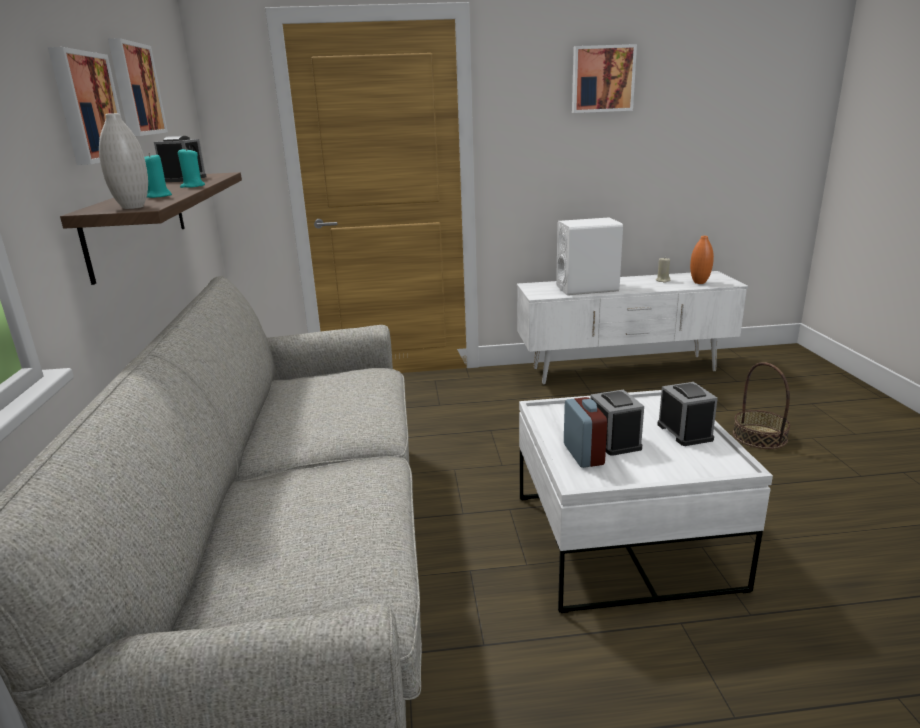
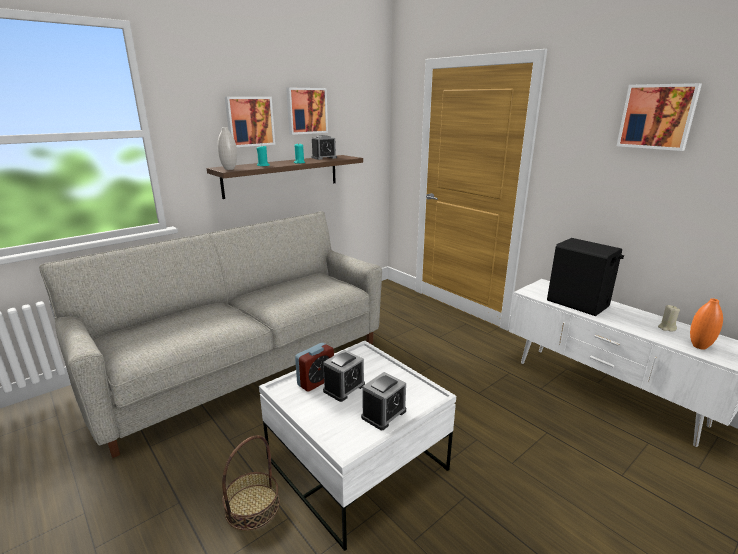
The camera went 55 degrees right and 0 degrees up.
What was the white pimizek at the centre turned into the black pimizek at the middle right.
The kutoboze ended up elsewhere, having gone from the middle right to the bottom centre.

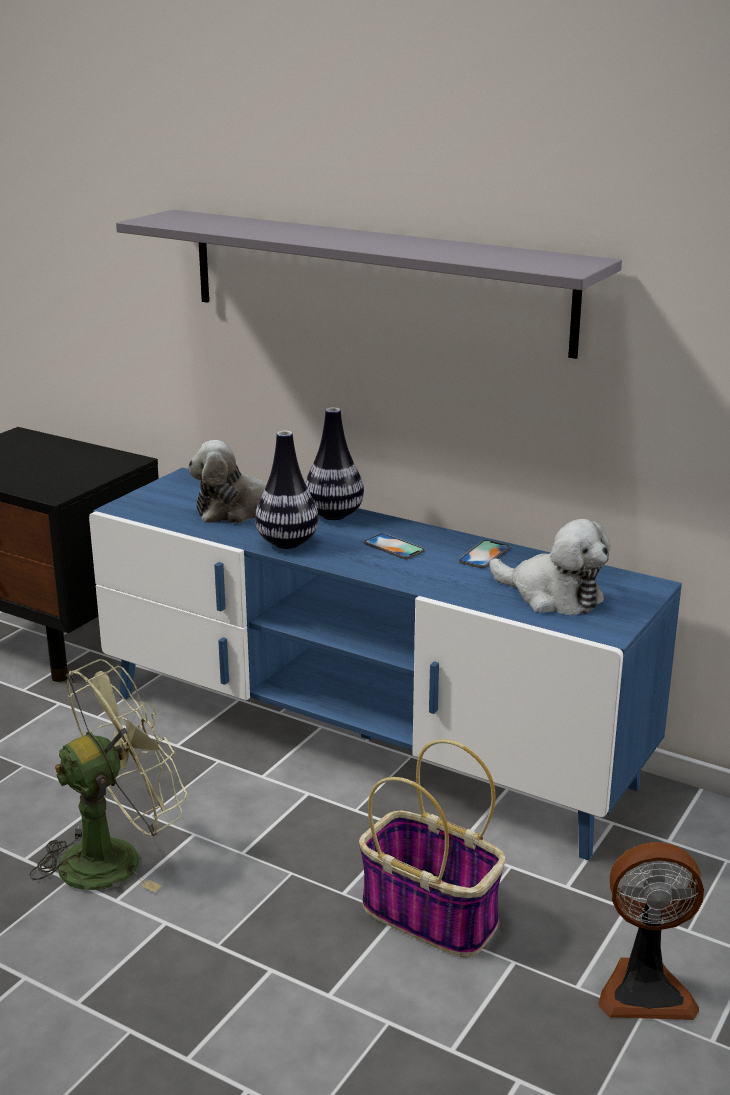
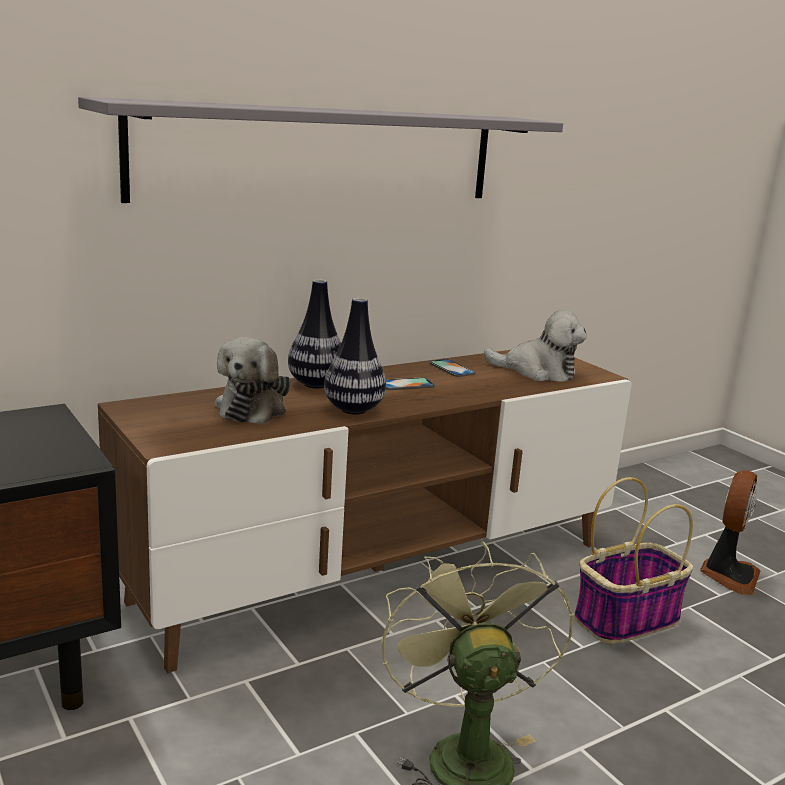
The camera went 65 degrees left and 5 degrees down.
What was the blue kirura at the centre turned into the brown kirura at the centre.
The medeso (no. 2 from left) at the middle right ended up facing another way, 45 degrees clockwise from before.

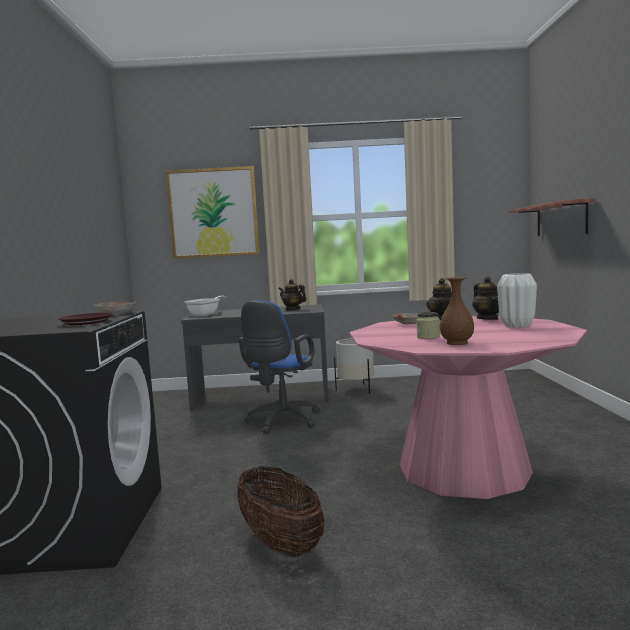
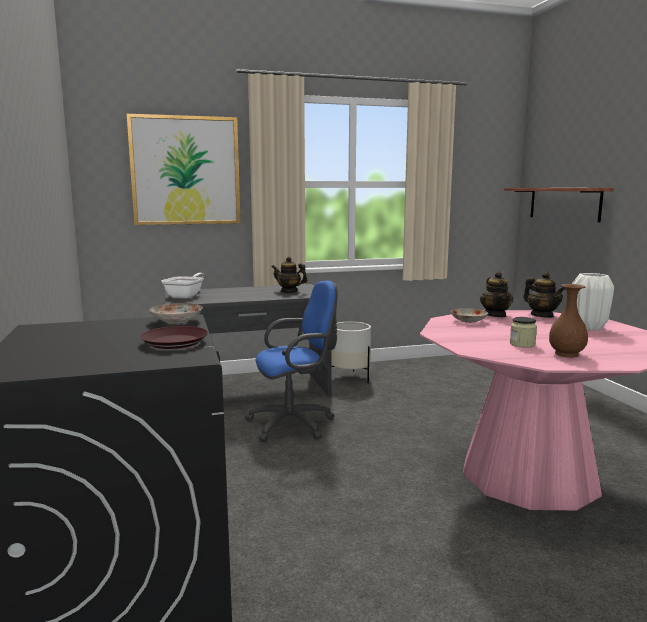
The camera went 15 degrees left and 5 degrees up.
The second view lost the kutoboze at the bottom centre.
The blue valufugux at the centre ended up facing another way, 120 degrees counterclockwise from before.

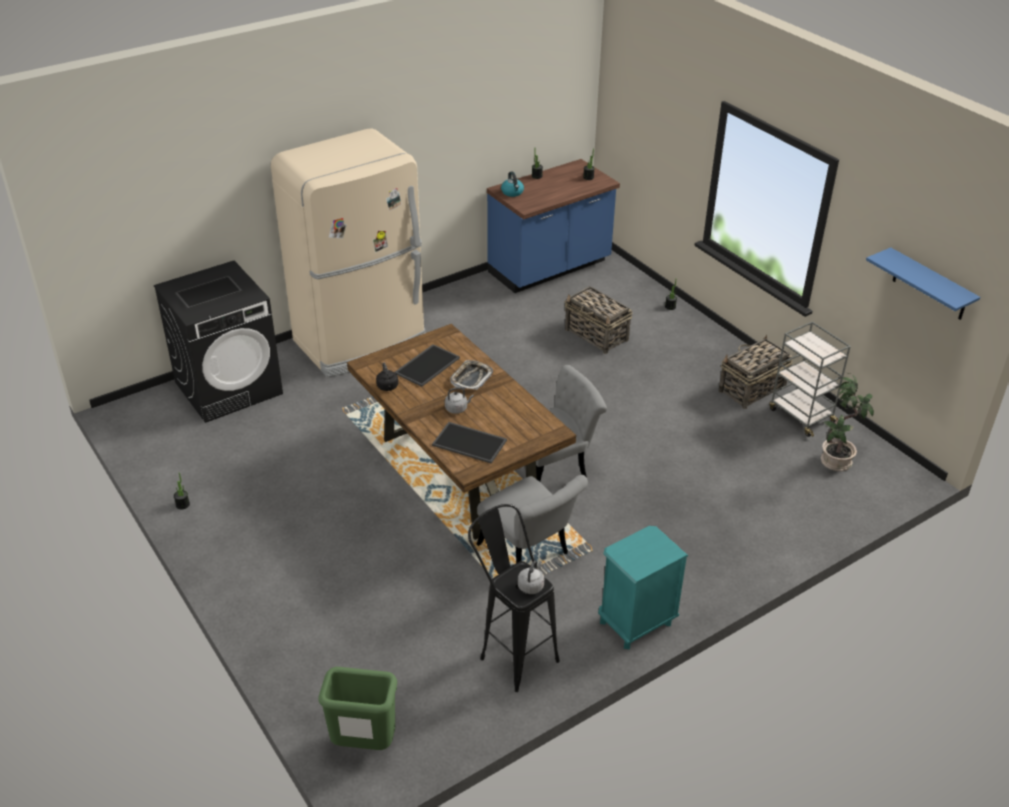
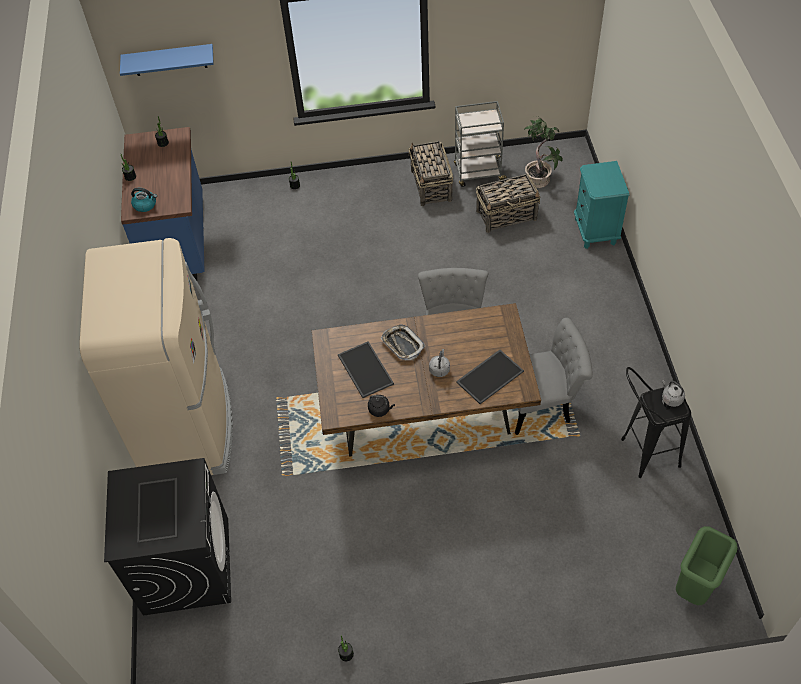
The camera went 60 degrees left and 15 degrees up.
The kutoboze (no. 1 from left in the first image) ended up elsewhere, having gone from the centre to the top centre.
The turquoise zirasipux ended up elsewhere, having gone from the bottom centre to the top right.
The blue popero ended up elsewhere, having gone from the middle right to the top left.

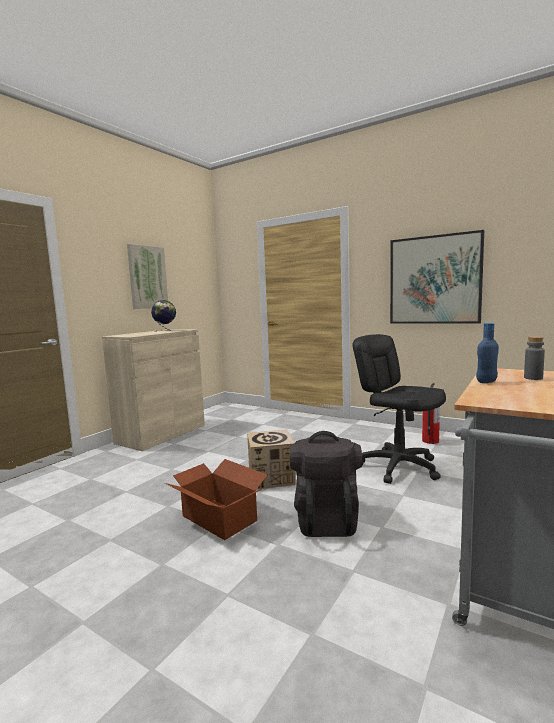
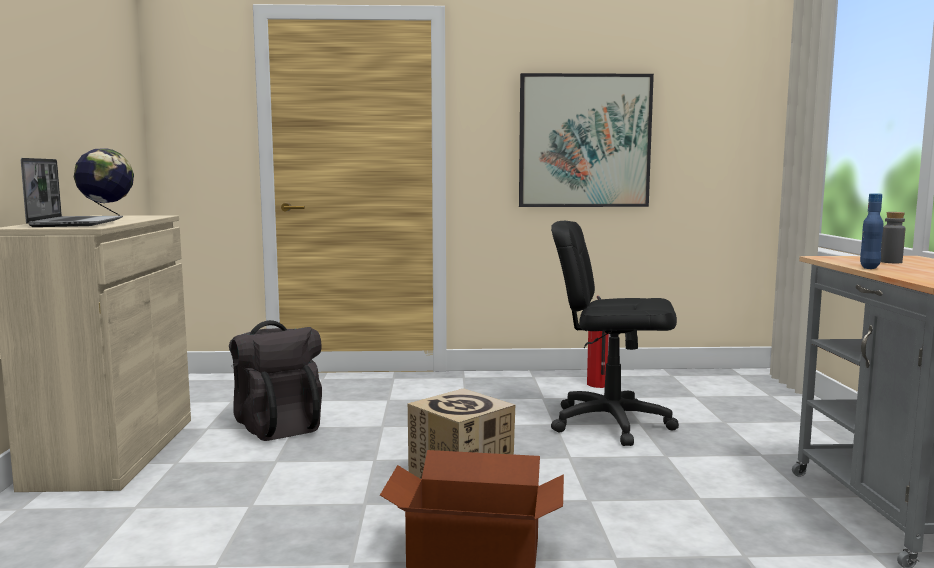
The camera went 35 degrees left and 0 degrees up.
The second view lost the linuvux (no. 1 from left) at the middle left.
The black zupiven ended up elsewhere, having gone from the bottom centre to the bottom left.
The second view gained the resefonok at the middle left.

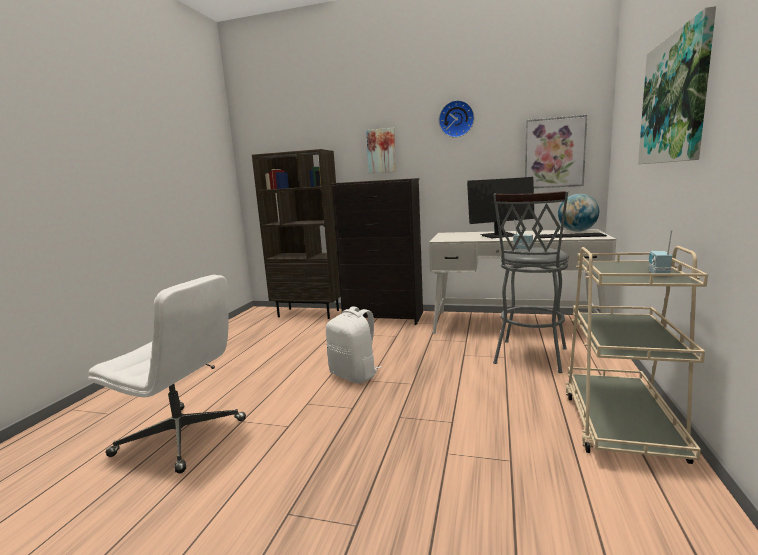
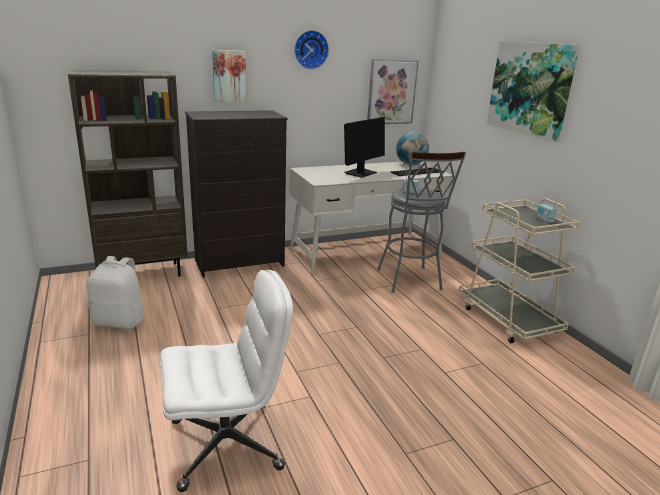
The camera went 40 degrees left and 10 degrees up.
The white zupiven ended up elsewhere, having gone from the centre to the middle left.

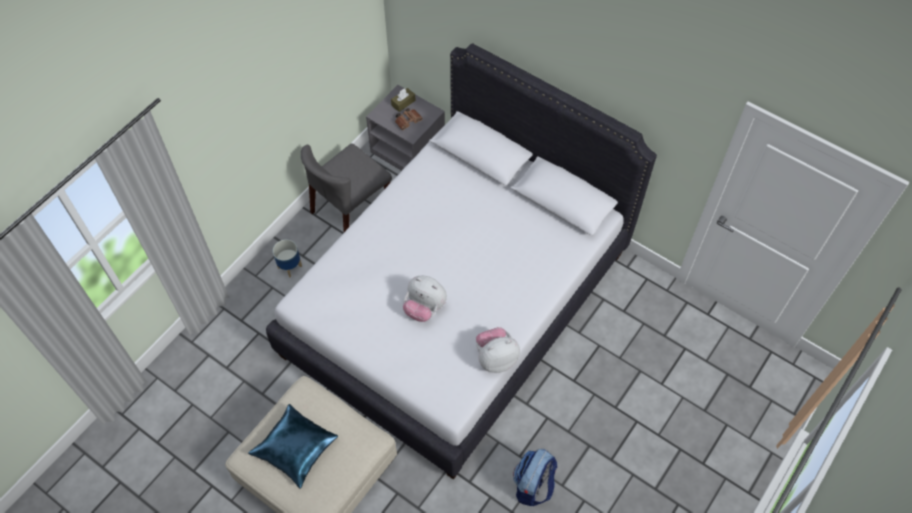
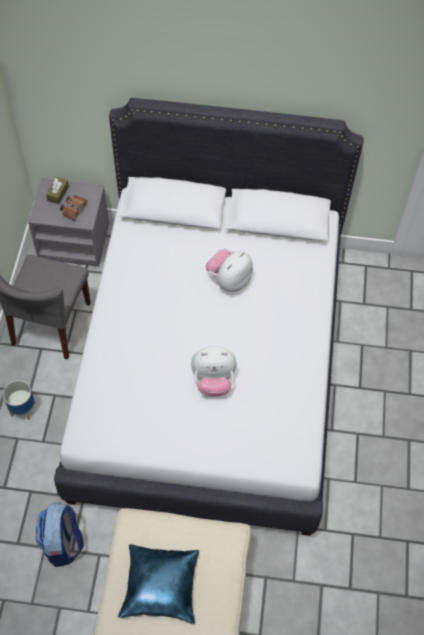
The camera went 30 degrees left and 0 degrees up.
The medeso (no. 2 from left) ended up elsewhere, having gone from the bottom centre to the centre.
The zupiven ended up elsewhere, having gone from the bottom centre to the bottom left.

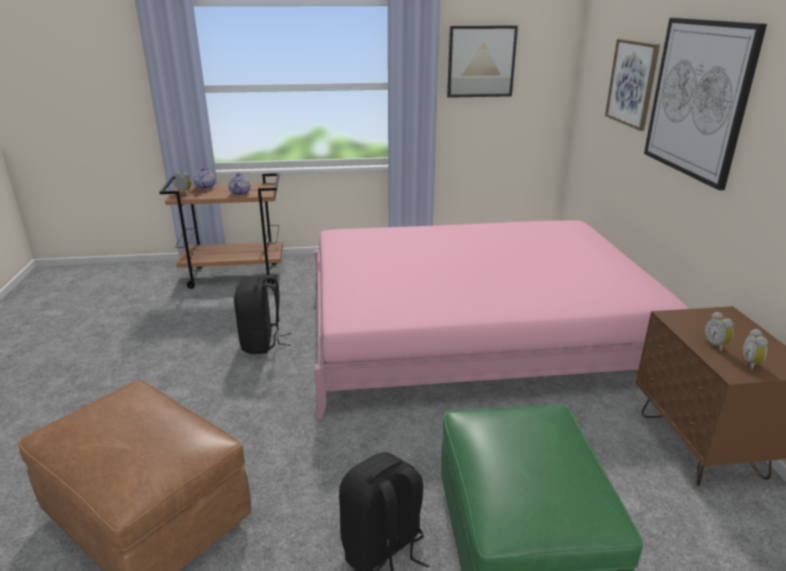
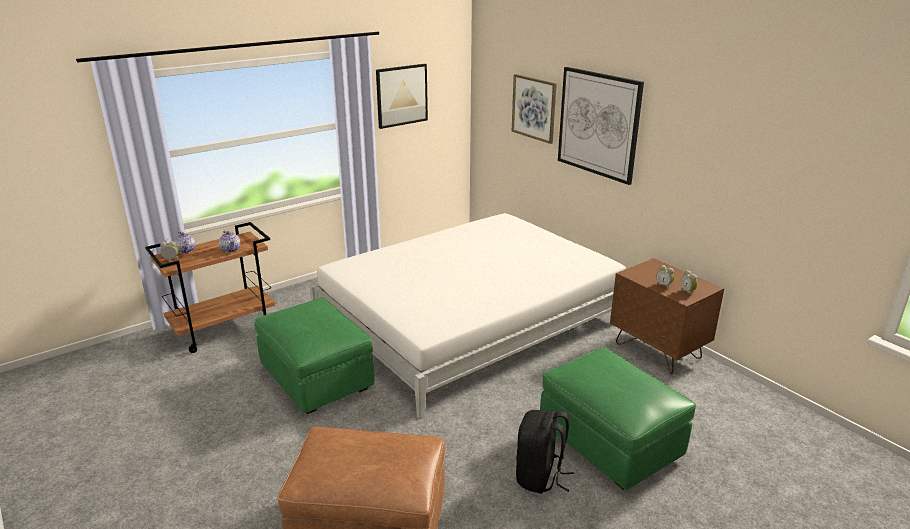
The camera went 30 degrees left and 0 degrees up.
Where the black zupiven (no. 1 from left) stood at the centre, the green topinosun (no. 1 from left) came to stand at the bottom centre.
What was the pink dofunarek at the centre turned into the white dofunarek at the centre.

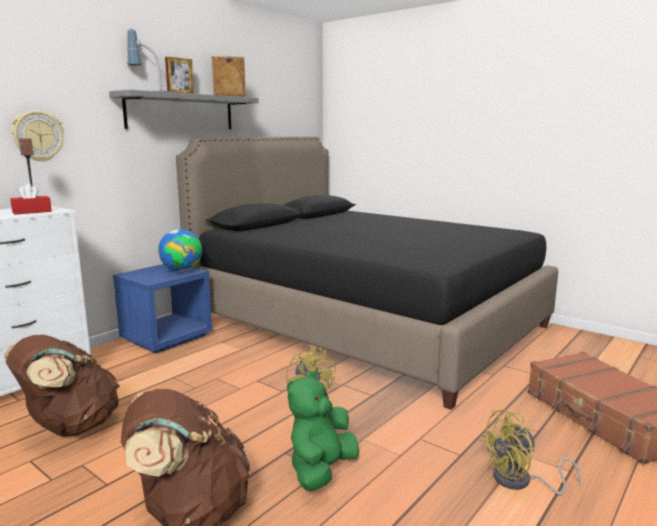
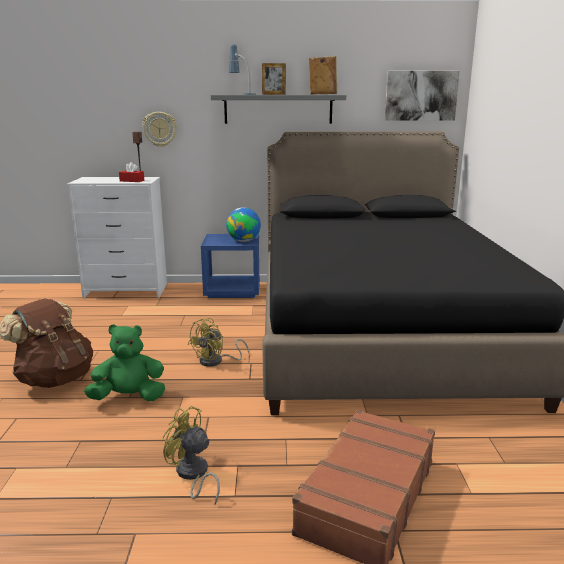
The camera went 50 degrees right and 5 degrees up.
The second view lost the brown zupiven (no. 1 from left) at the bottom left.
The second view gained the linuvux at the top right.

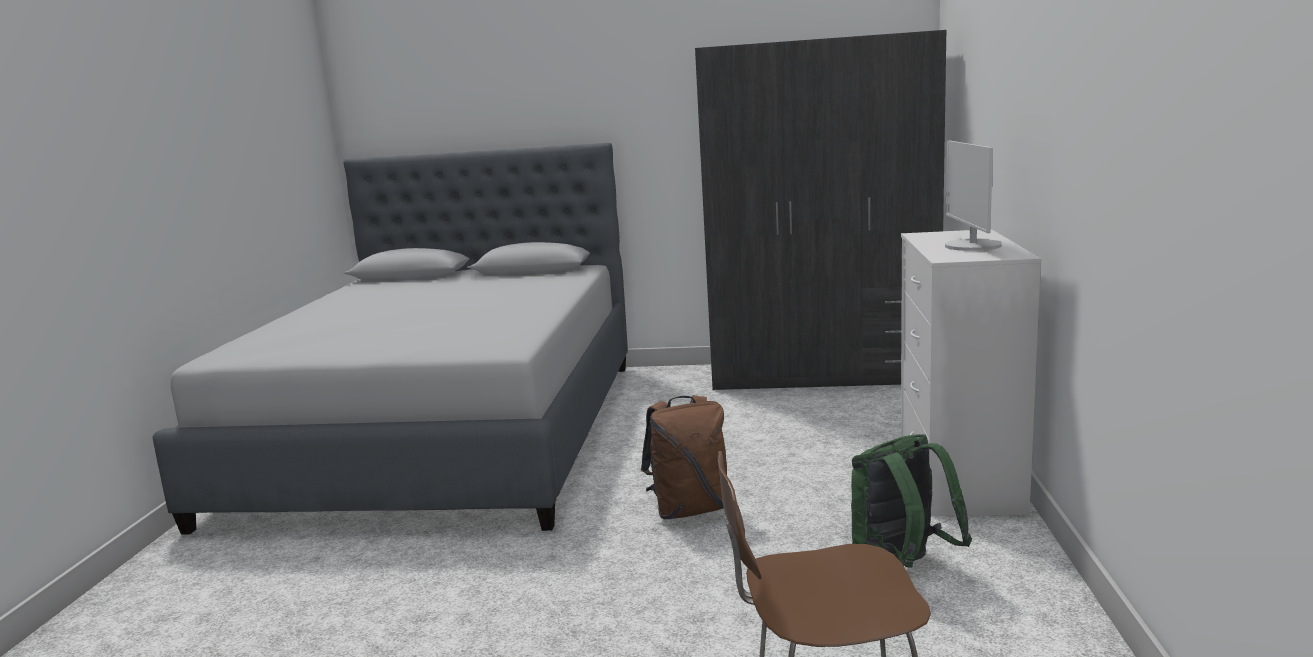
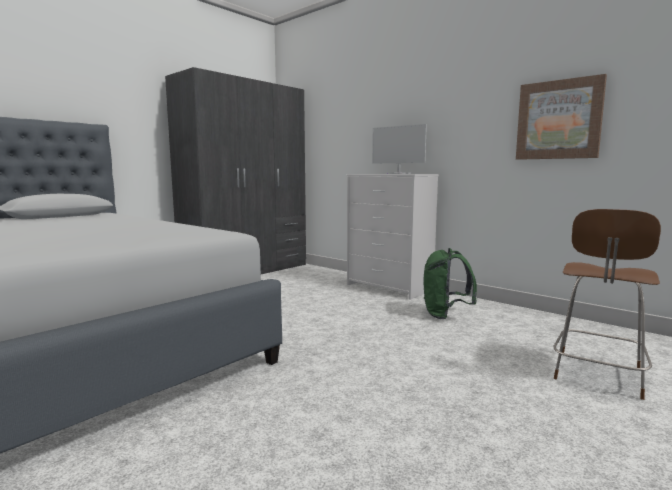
The camera went 55 degrees left and 5 degrees down.
The second view lost the brown zupiven at the bottom centre.
The second view gained the linuvux at the top right.

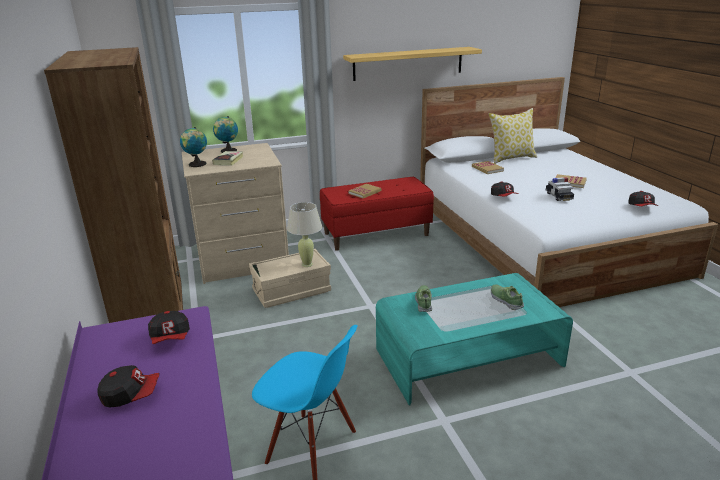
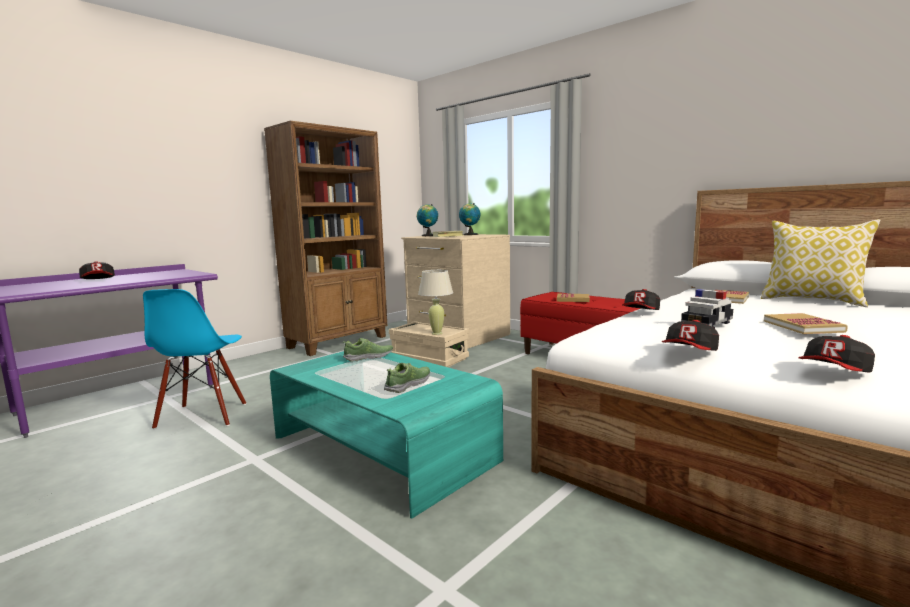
The camera went 60 degrees right and 15 degrees down.
The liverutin (no. 2 from left in the first image) ended up elsewhere, having gone from the bottom left to the middle right.
The second view lost the popero at the top centre.

